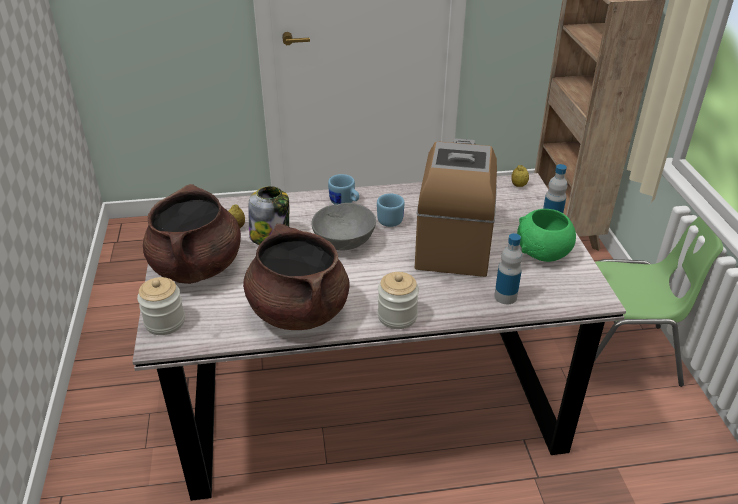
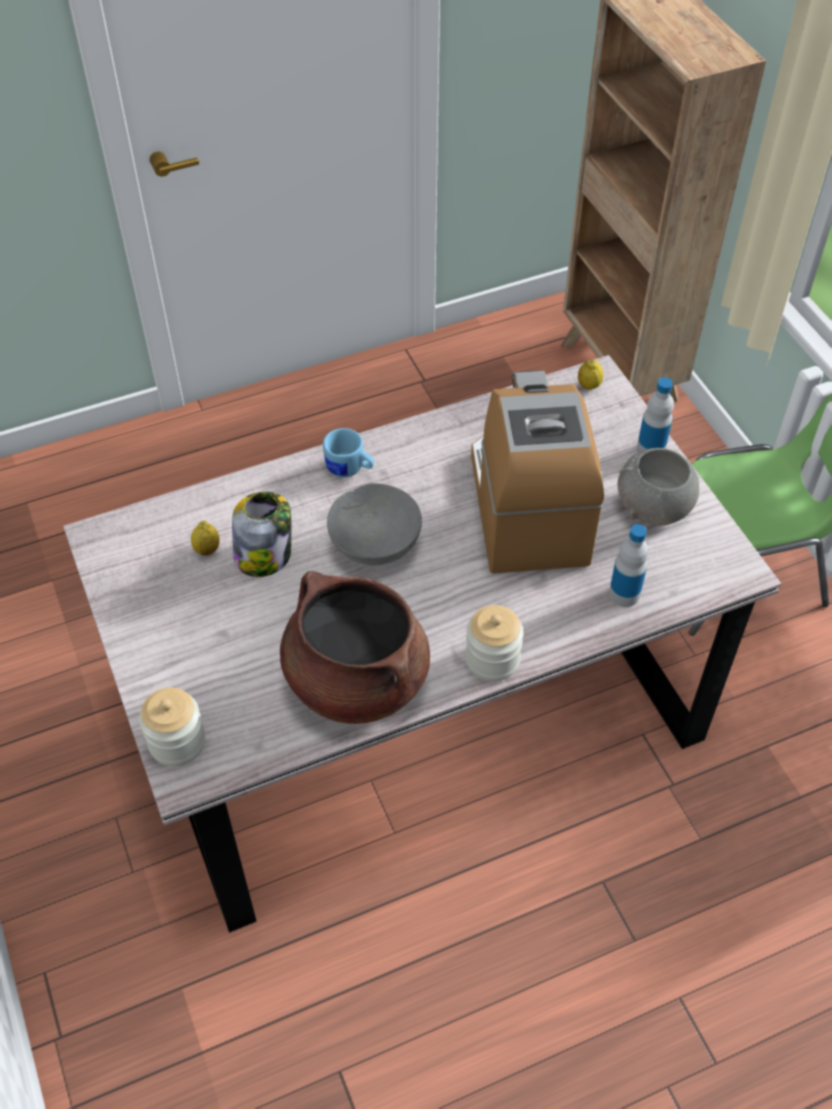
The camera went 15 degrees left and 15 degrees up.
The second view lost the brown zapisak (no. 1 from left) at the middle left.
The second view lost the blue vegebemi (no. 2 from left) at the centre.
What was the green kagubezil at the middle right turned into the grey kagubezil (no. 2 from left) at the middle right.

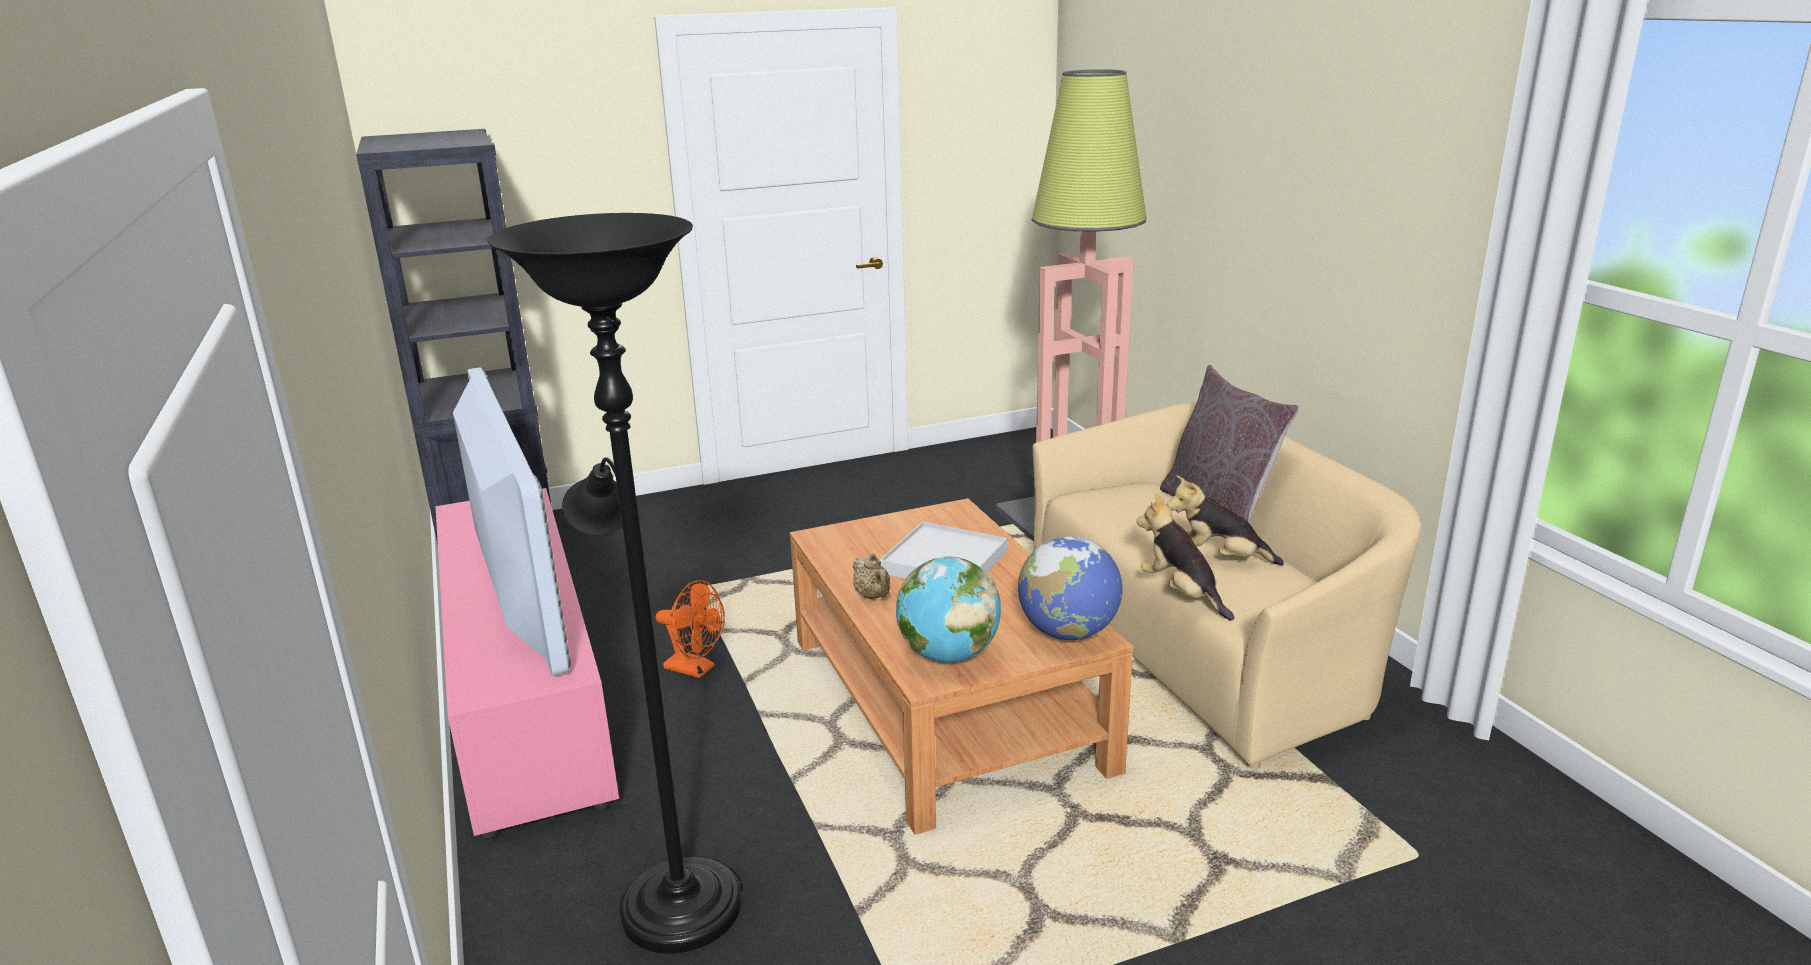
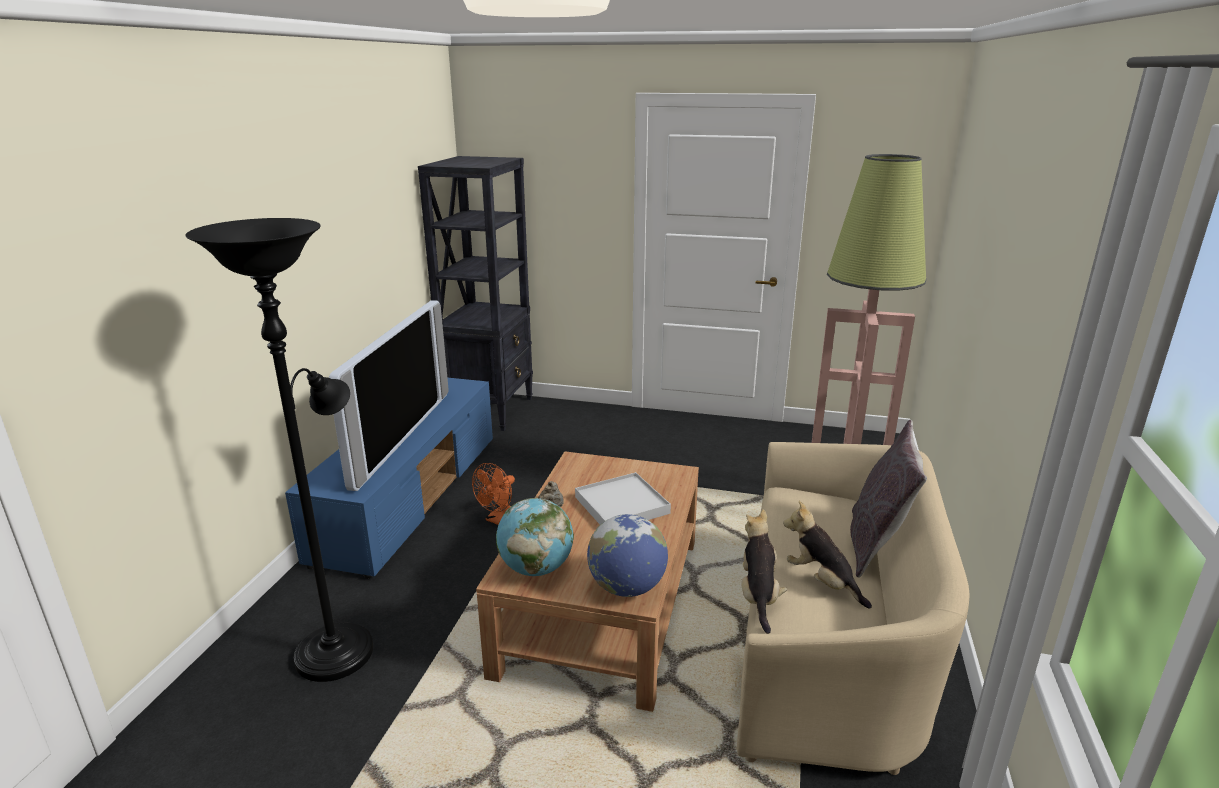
The camera went 35 degrees right and 0 degrees up.
What was the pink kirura at the bottom left turned into the blue kirura at the middle left.
The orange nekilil at the centre ended up facing another way, 60 degrees clockwise from before.

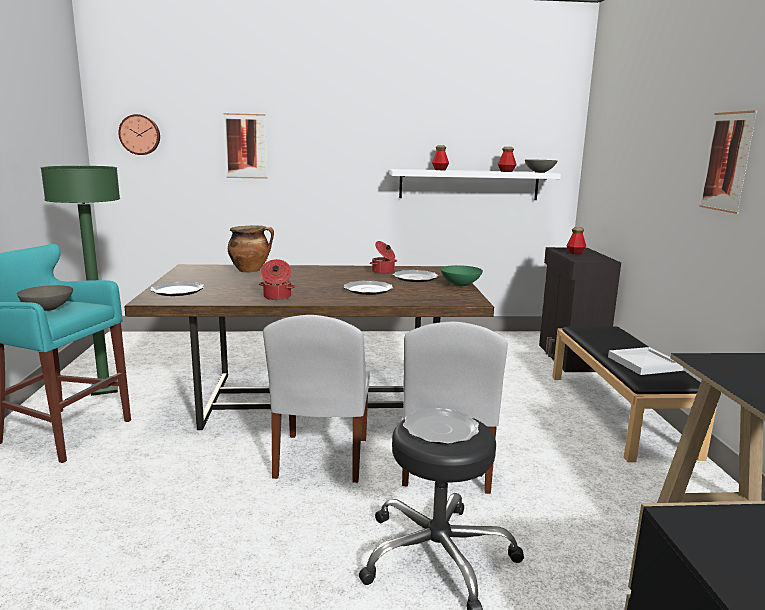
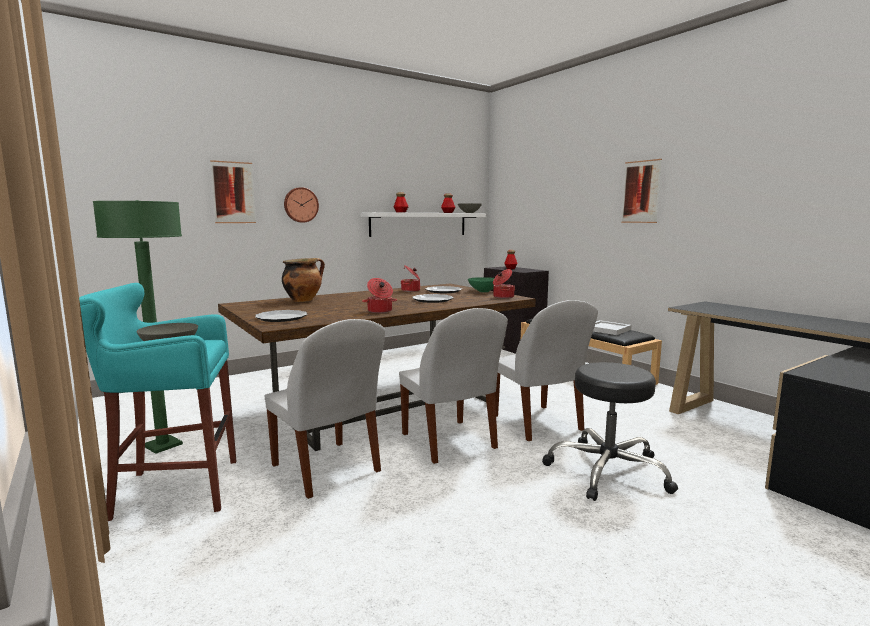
The camera went 30 degrees left and 5 degrees down.
The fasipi ended up elsewhere, having gone from the top left to the top centre.
The second view lost the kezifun (no. 4 from left) at the bottom centre.
The second view gained the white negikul (no. 1 from left) at the centre.
The second view gained the zapisak (no. 4 from left) at the centre.

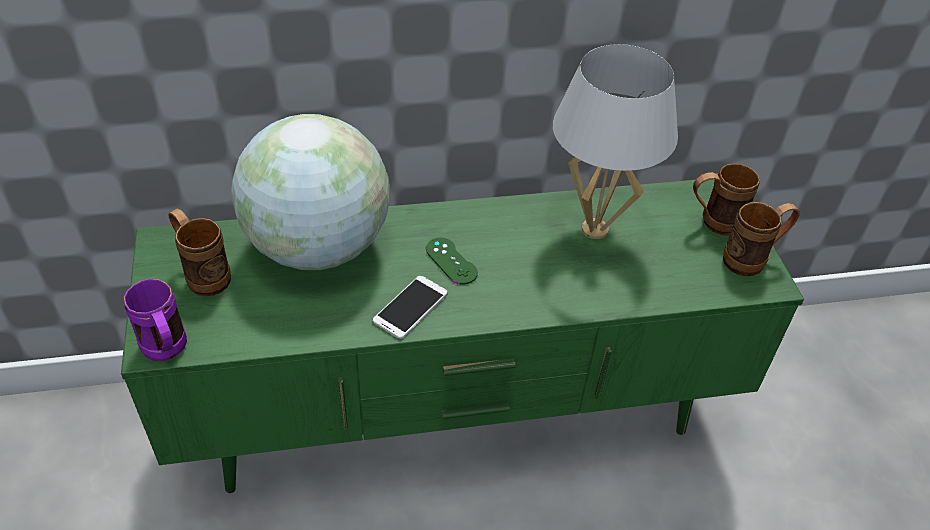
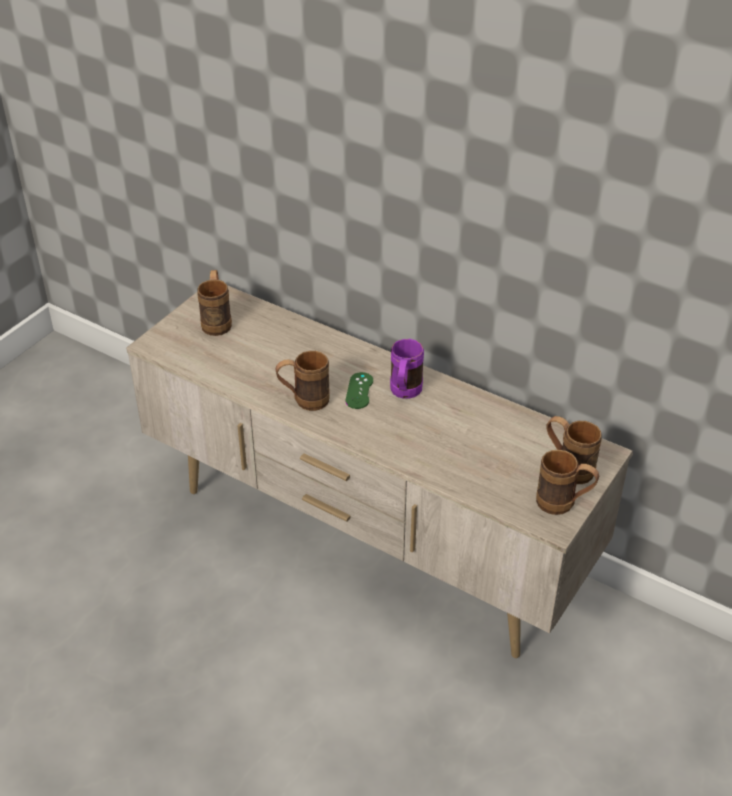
The camera went 45 degrees right and 5 degrees down.
What was the green kirura at the centre turned into the beige kirura at the centre.
The purple vegebemi ended up elsewhere, having gone from the middle left to the centre.
The second view lost the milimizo at the centre.
Where the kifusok stood at the centre, the brown vegebemi (no. 2 from left) came to stand at the centre.
The second view lost the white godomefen at the top centre.

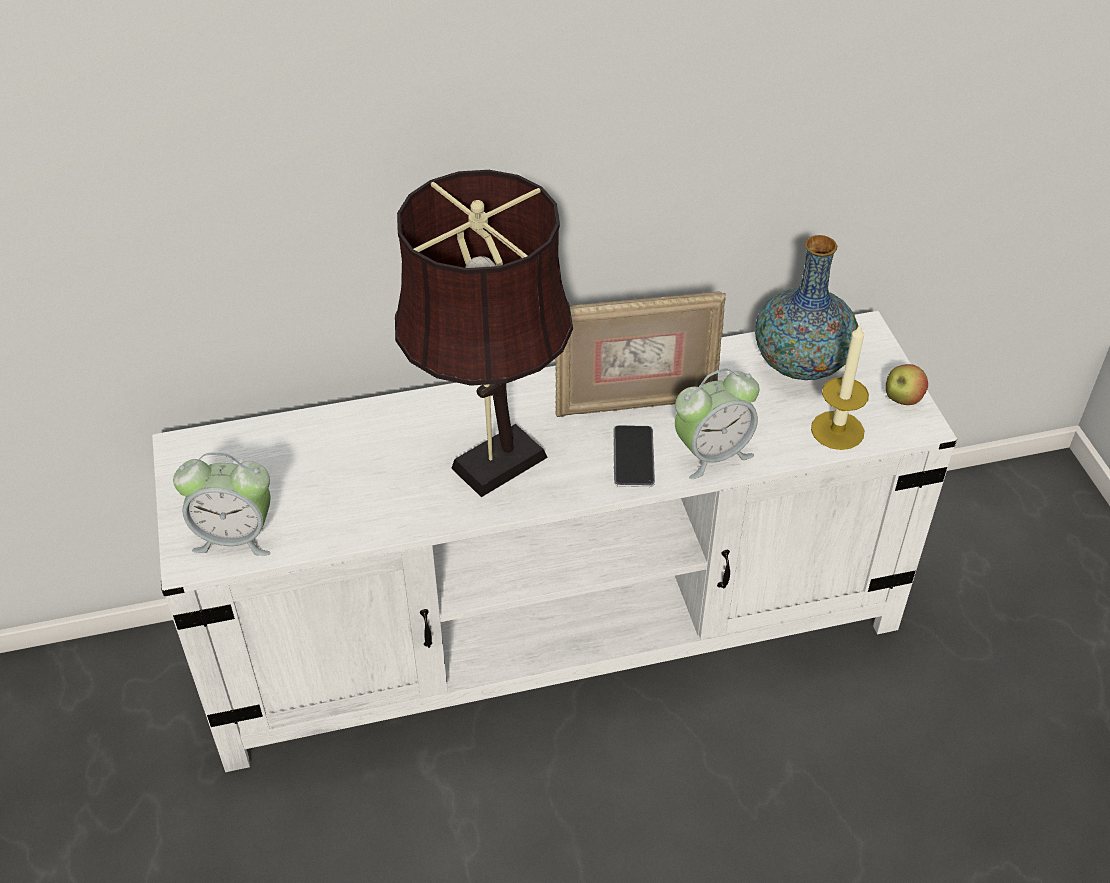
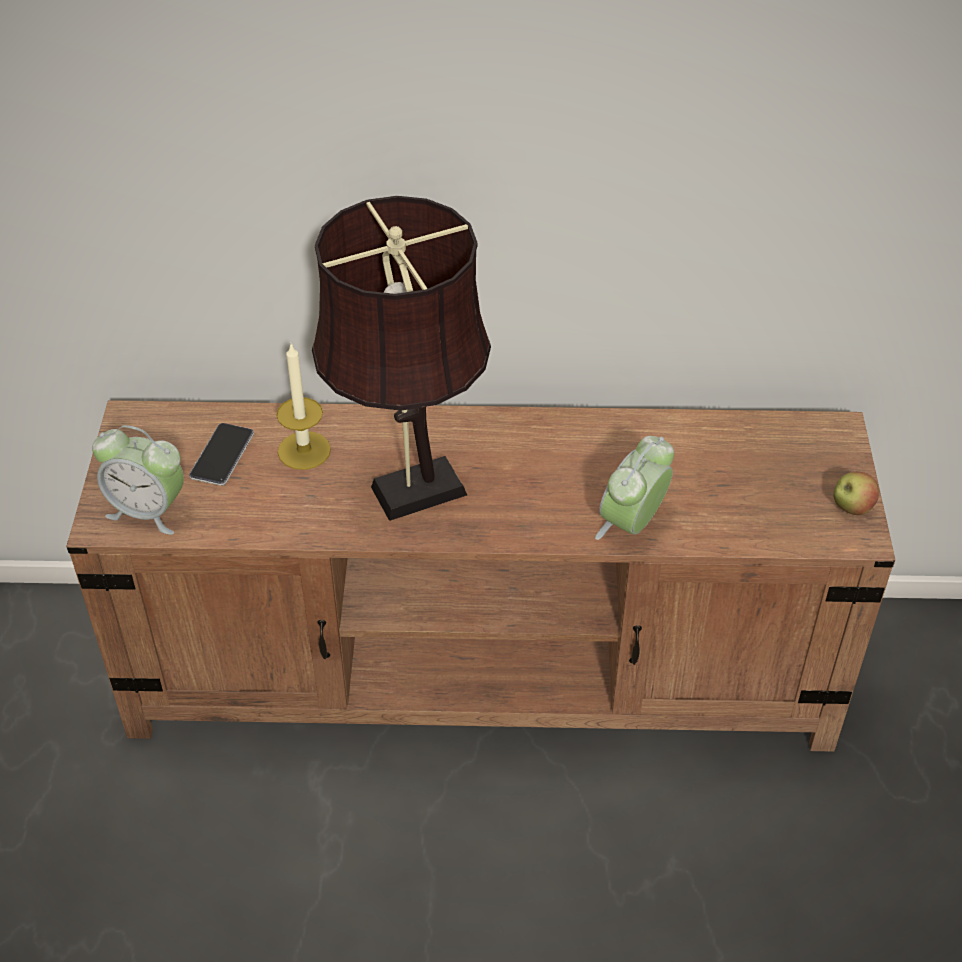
The camera went 15 degrees right and 0 degrees up.
What was the white kirura at the centre turned into the brown kirura at the centre.
The second view lost the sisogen at the centre.
The kifusok ended up elsewhere, having gone from the centre to the middle left.
The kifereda (no. 2 from left) at the centre ended up facing another way, 135 degrees clockwise from before.
The second view lost the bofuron at the middle right.
The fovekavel ended up elsewhere, having gone from the middle right to the middle left.

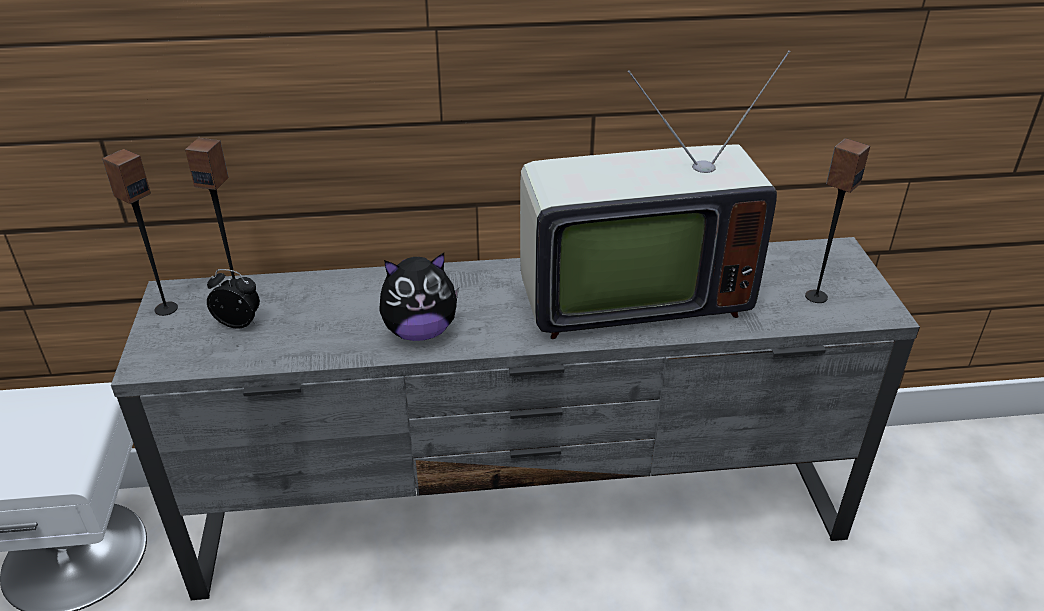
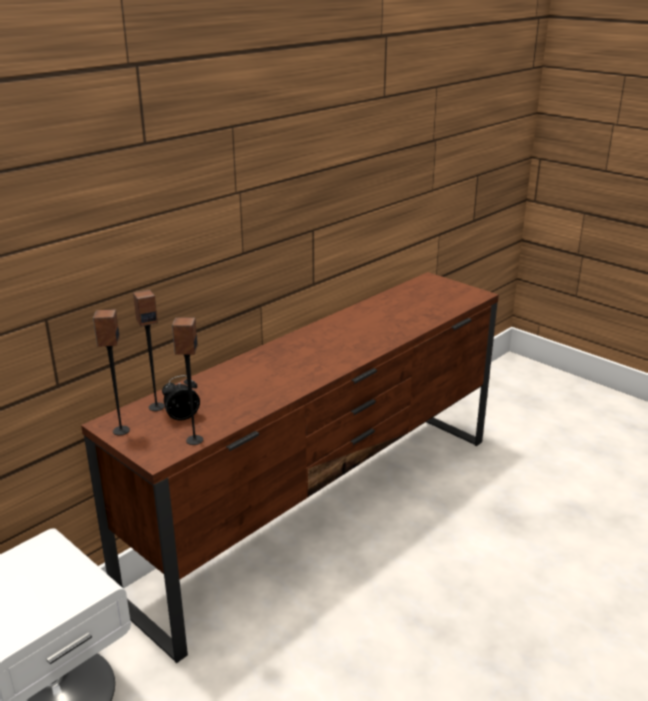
The camera went 40 degrees left and 10 degrees down.
What was the grey kirura at the bottom centre turned into the brown kirura at the bottom centre.
The second view lost the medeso at the centre.
The second view lost the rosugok at the top centre.
The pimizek (no. 3 from left) ended up elsewhere, having gone from the middle right to the middle left.

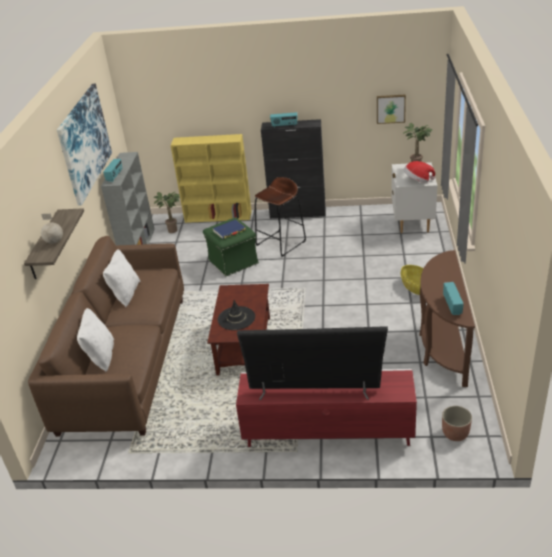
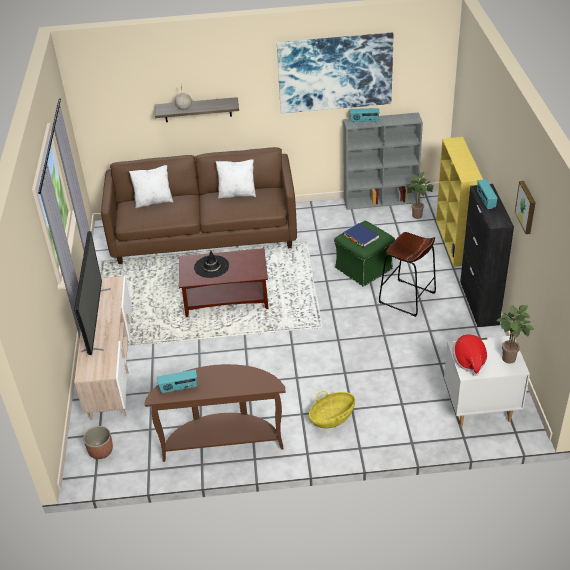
The camera went 80 degrees right and 5 degrees up.
What was the red kirura at the bottom centre turned into the beige kirura at the middle left.
The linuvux (no. 2 from left) ended up elsewhere, having gone from the top right to the middle right.

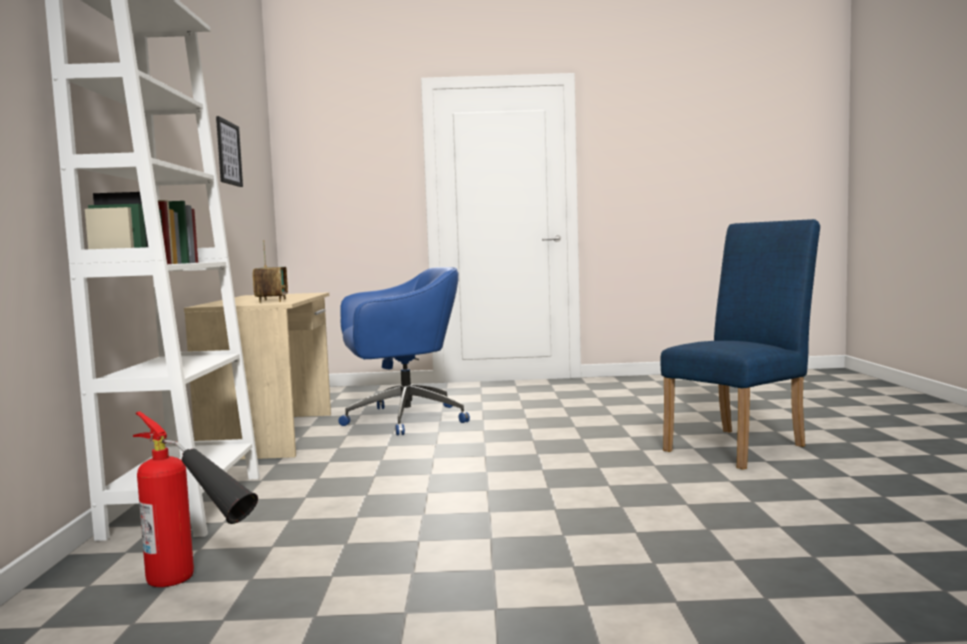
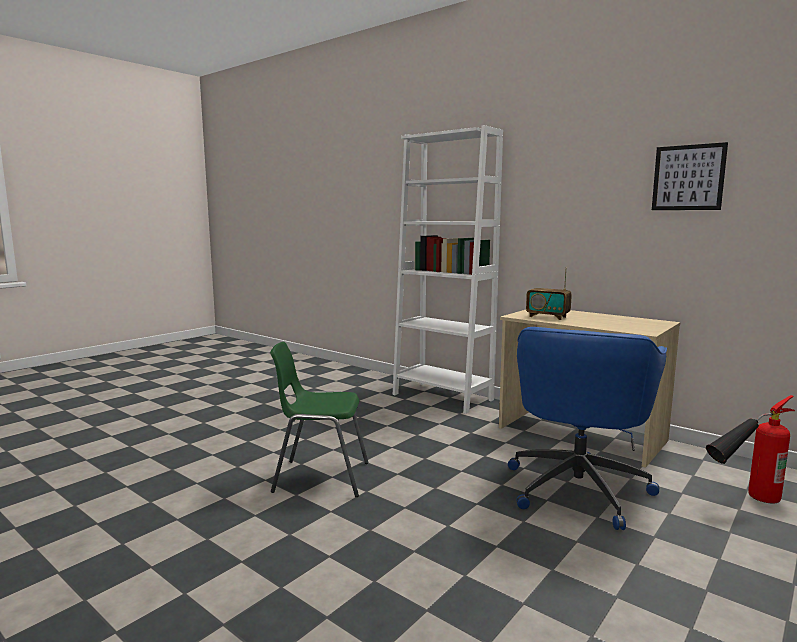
The camera went 130 degrees right and 5 degrees up.
The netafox ended up elsewhere, having gone from the bottom left to the bottom right.
The second view lost the blue negikul at the middle right.
The second view gained the green negikul at the centre.

